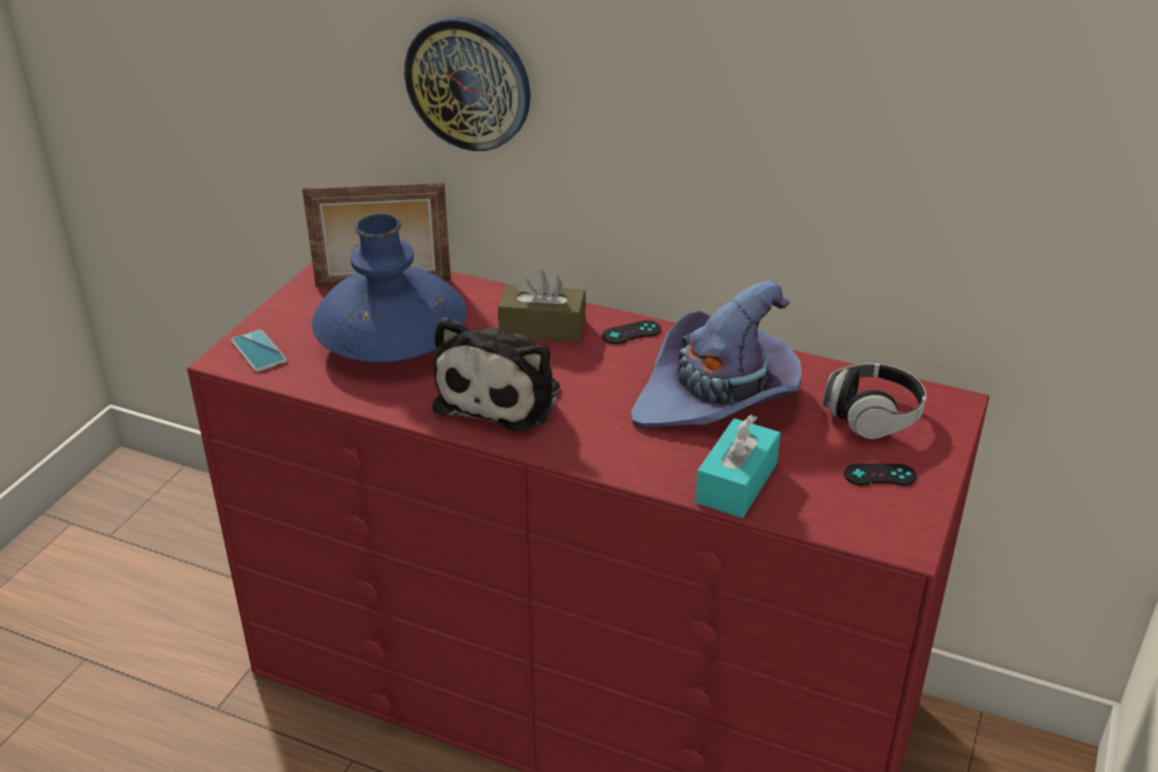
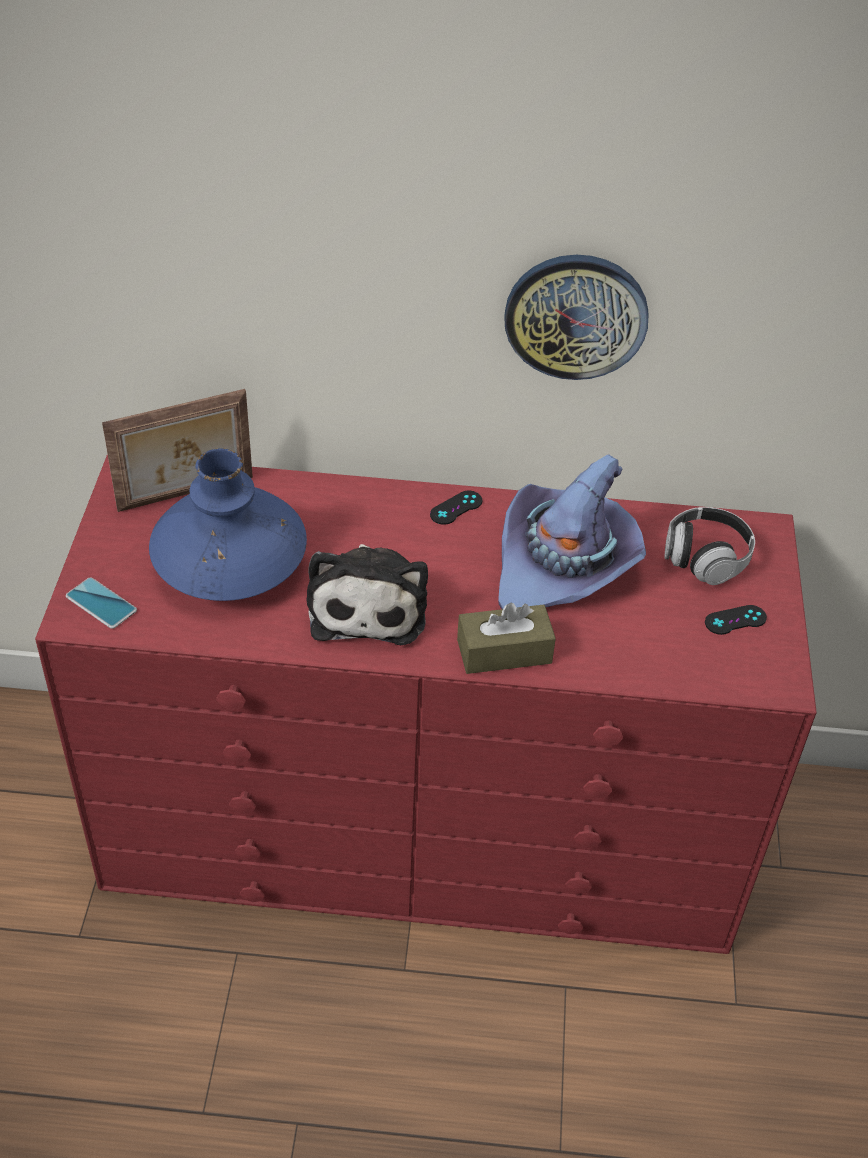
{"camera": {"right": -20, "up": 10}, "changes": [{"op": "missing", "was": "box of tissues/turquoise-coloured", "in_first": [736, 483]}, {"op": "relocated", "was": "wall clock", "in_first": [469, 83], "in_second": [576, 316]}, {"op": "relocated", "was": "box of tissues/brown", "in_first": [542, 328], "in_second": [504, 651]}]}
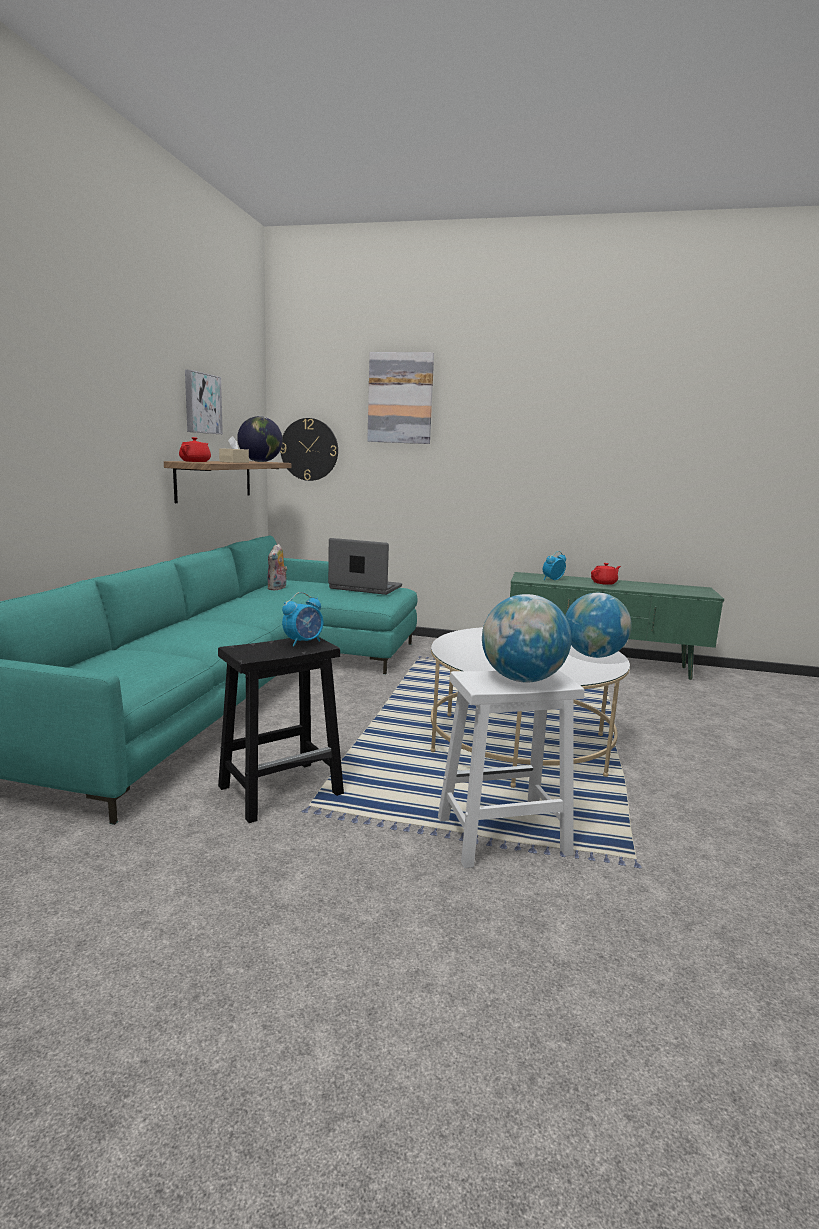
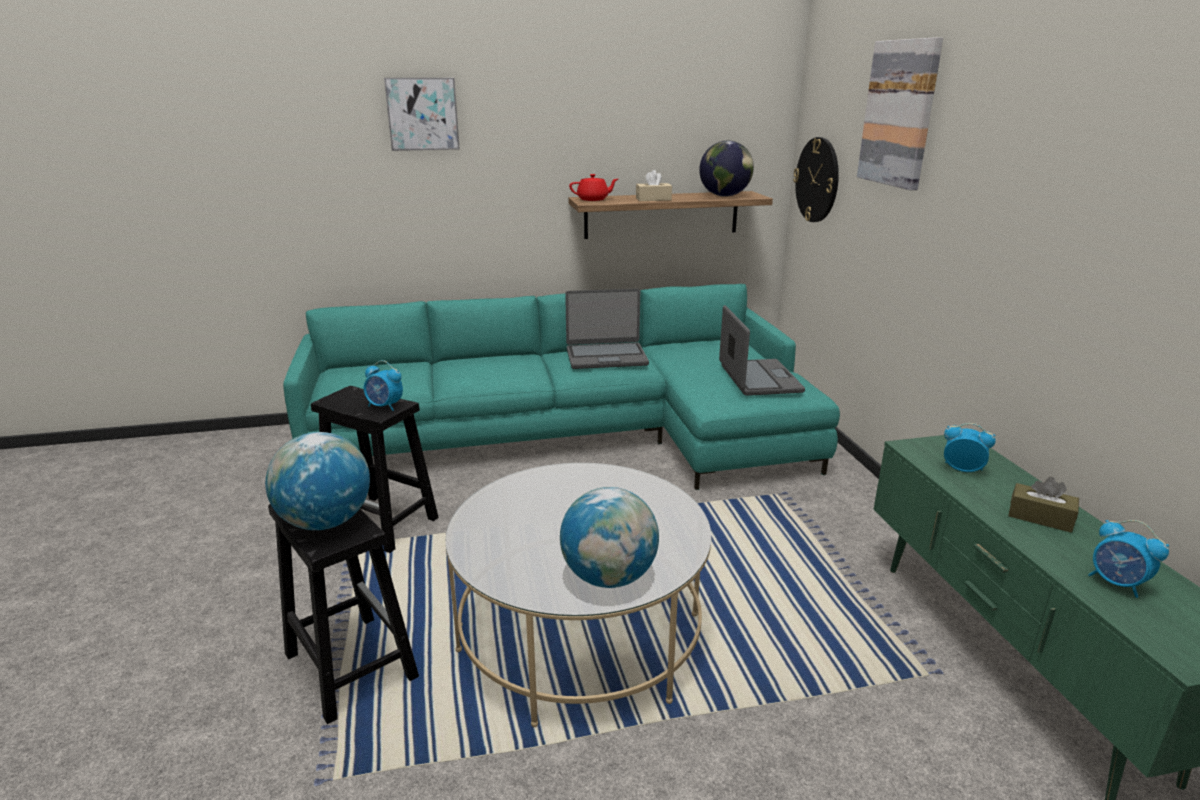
{"camera": {"right": 65, "up": 10}, "changes": [{"op": "missing", "was": "cuddly toy", "in_first": [277, 588]}, {"op": "appeared", "now": "portable computer", "in_second": [606, 356]}, {"op": "appeared", "now": "alarm clock", "in_second": [1117, 583]}, {"op": "relocated", "was": "wall art", "in_first": [201, 403], "in_second": [422, 114]}, {"op": "exchanged", "was": "tea pot/red-coloured", "now": "box of tissues/brown", "in_first": [604, 583], "in_second": [1040, 517]}, {"op": "colour", "was": "sitting stool/white-coloured", "now": "sitting stool/blackish", "in_first": [500, 836], "in_second": [349, 664]}]}
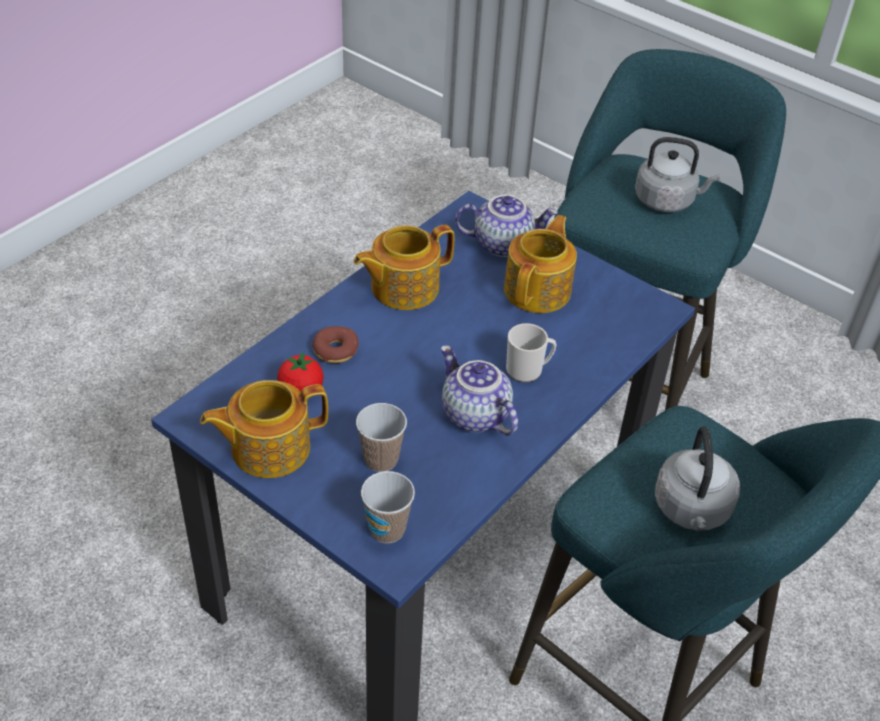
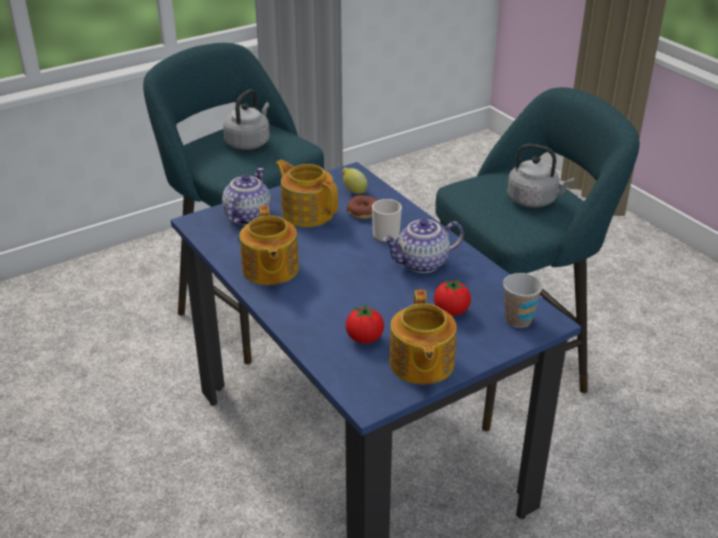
{"camera": {"right": -70, "up": -10}, "changes": [{"op": "appeared", "now": "whole lemon", "in_second": [354, 191]}, {"op": "relocated", "was": "doughnut", "in_first": [335, 350], "in_second": [363, 212]}, {"op": "exchanged", "was": "cup", "now": "tomato", "in_first": [381, 459], "in_second": [451, 311]}]}
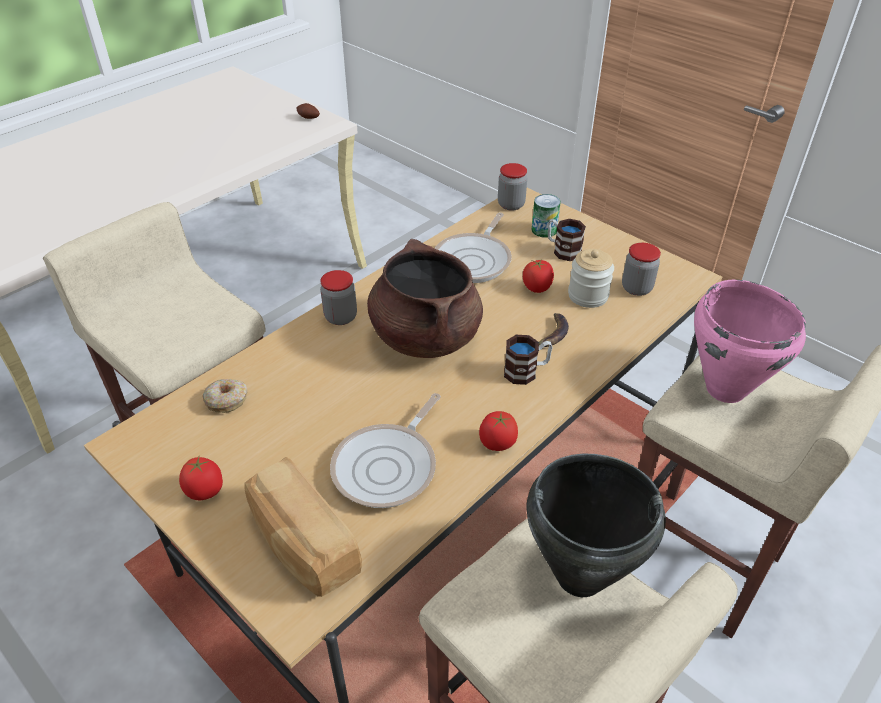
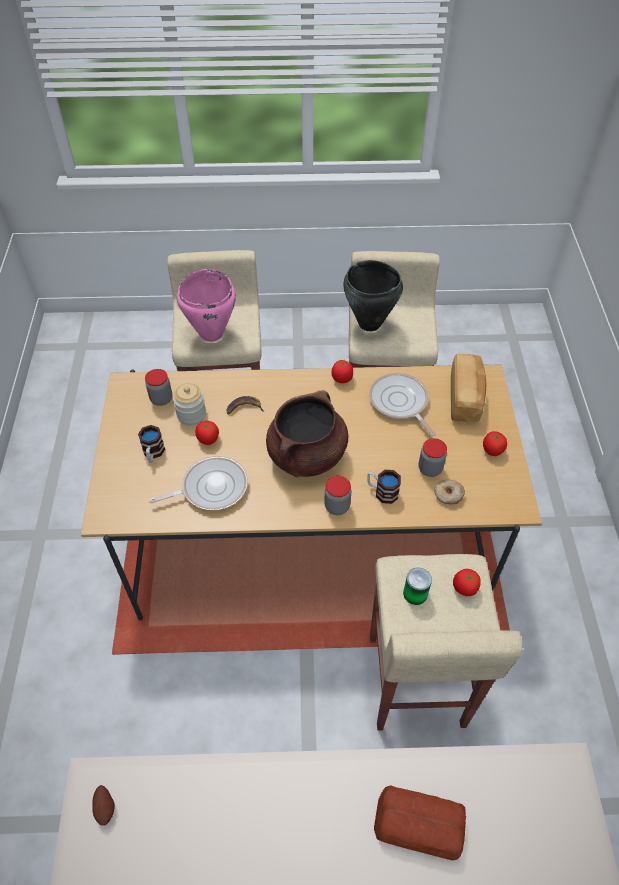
{"camera": {"right": -135, "up": 10}, "changes": [{"op": "appeared", "now": "baked bread", "in_second": [418, 823]}, {"op": "appeared", "now": "tomato", "in_second": [464, 588]}, {"op": "relocated", "was": "jar", "in_first": [511, 205], "in_second": [430, 469]}, {"op": "relocated", "was": "coffee mug", "in_first": [526, 371], "in_second": [382, 492]}, {"op": "relocated", "was": "metal can", "in_first": [544, 230], "in_second": [415, 593]}, {"op": "spun", "was": "skillet", "in_first": [389, 467], "in_second": [400, 403], "clockwise": -105}]}
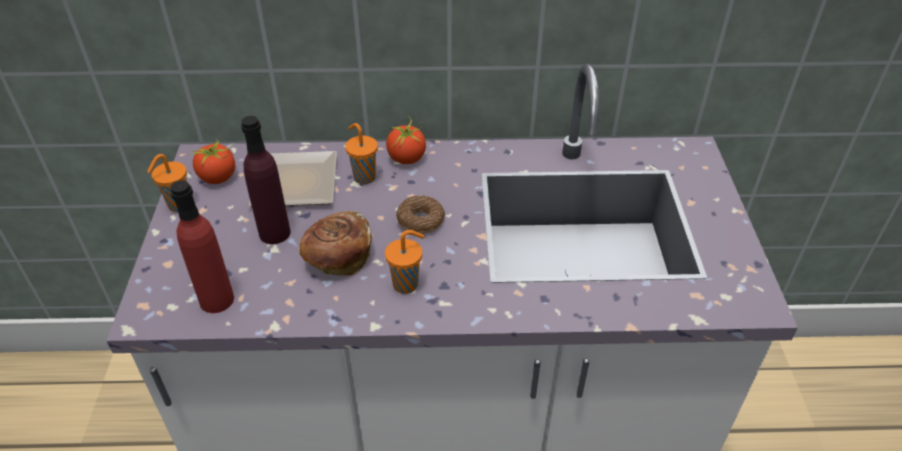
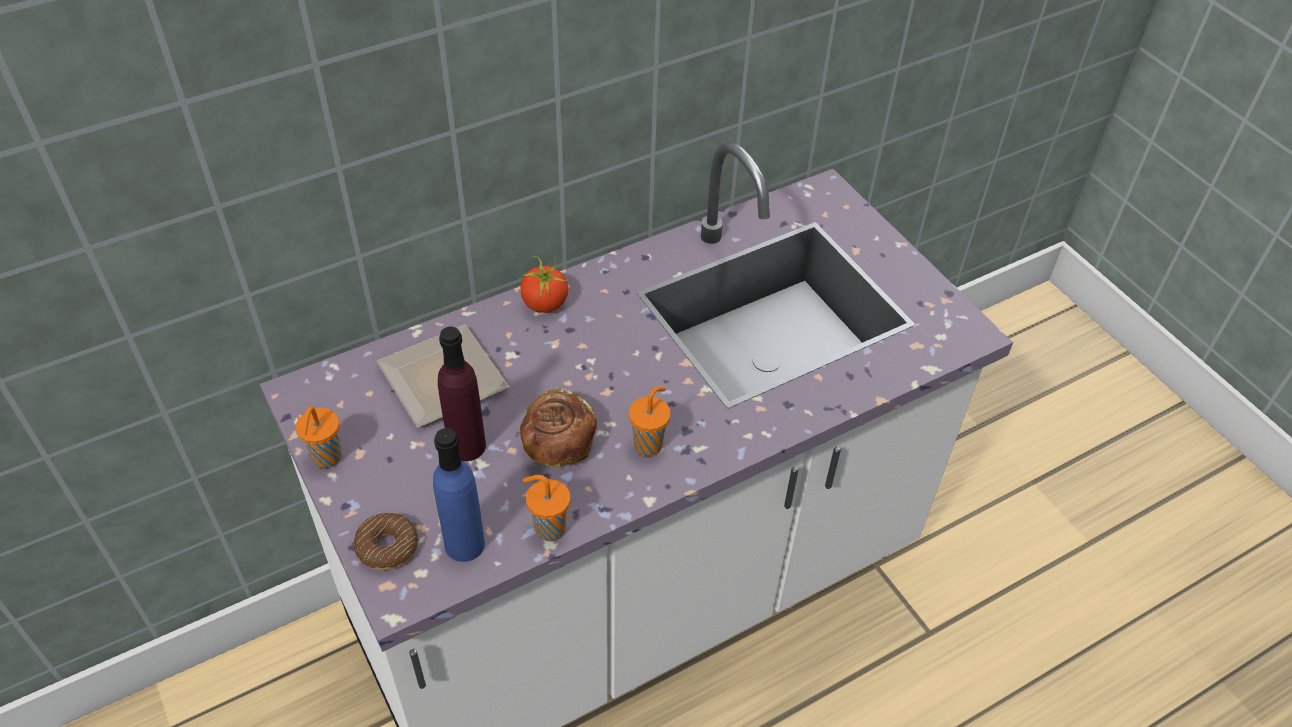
{"camera": {"right": -30, "up": 5}, "changes": [{"op": "missing", "was": "tomato", "in_first": [218, 177]}, {"op": "relocated", "was": "cup/orange", "in_first": [363, 177], "in_second": [548, 528]}, {"op": "relocated", "was": "doughnut", "in_first": [420, 221], "in_second": [387, 547]}, {"op": "colour", "was": "beverage bottle/red-coloured", "now": "beverage bottle/bluish", "in_first": [217, 300], "in_second": [464, 544]}]}
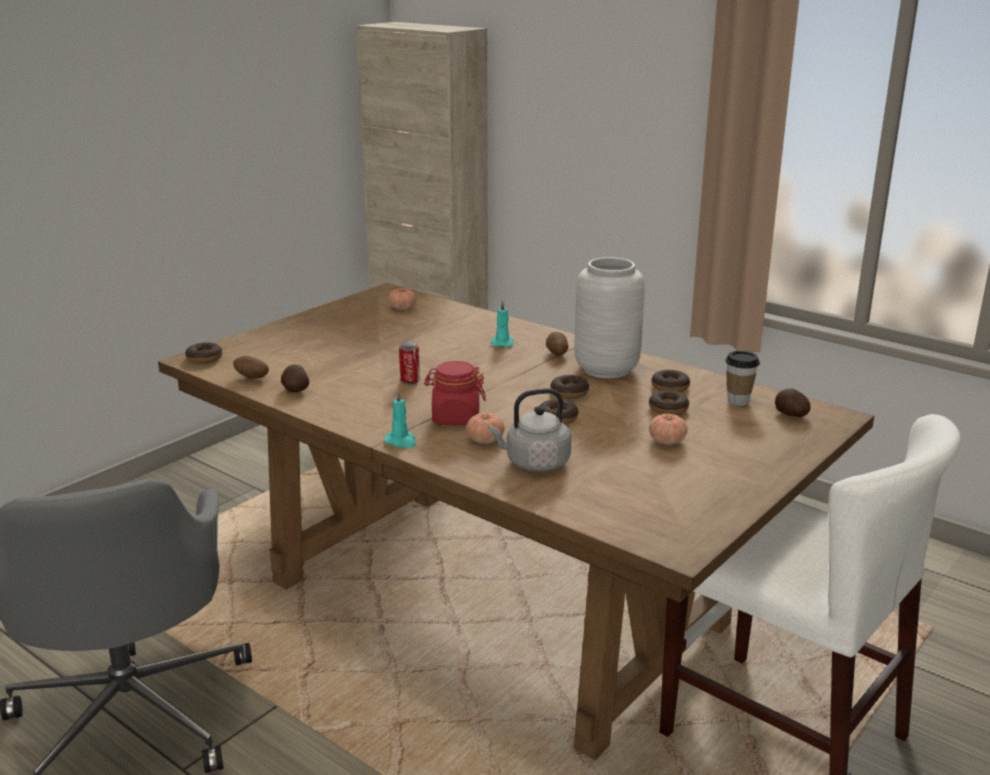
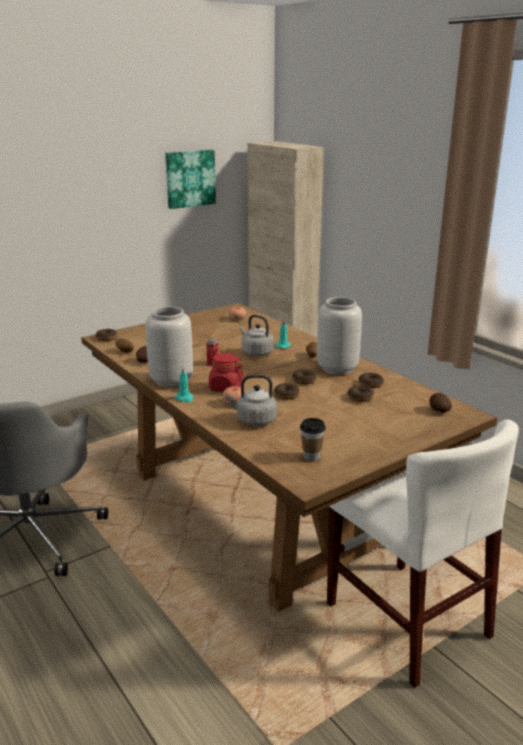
{"camera": {"right": 15, "up": 0}, "changes": [{"op": "missing", "was": "tomato", "in_first": [667, 441]}, {"op": "appeared", "now": "decorative vase/greyish", "in_second": [171, 380]}, {"op": "appeared", "now": "wall art", "in_second": [189, 178]}, {"op": "appeared", "now": "water kettle/greyish", "in_second": [256, 353]}, {"op": "relocated", "was": "cup", "in_first": [738, 401], "in_second": [311, 456]}]}
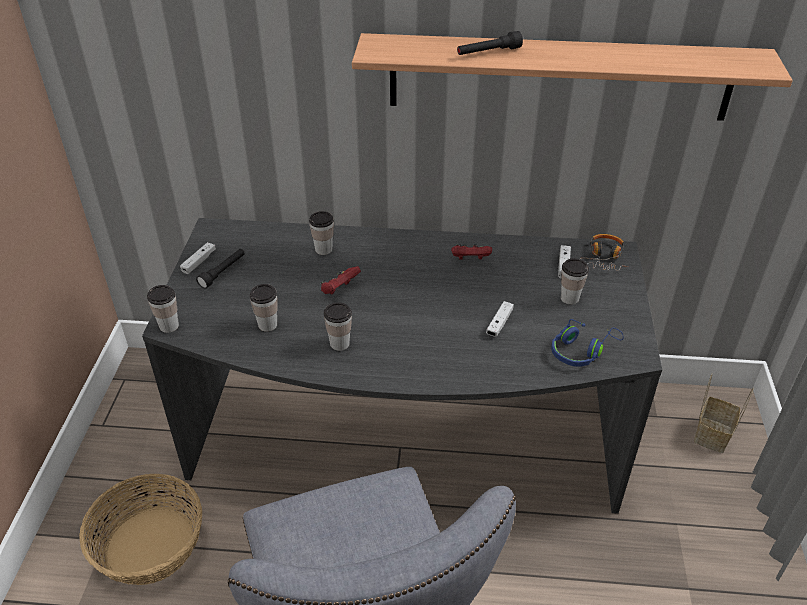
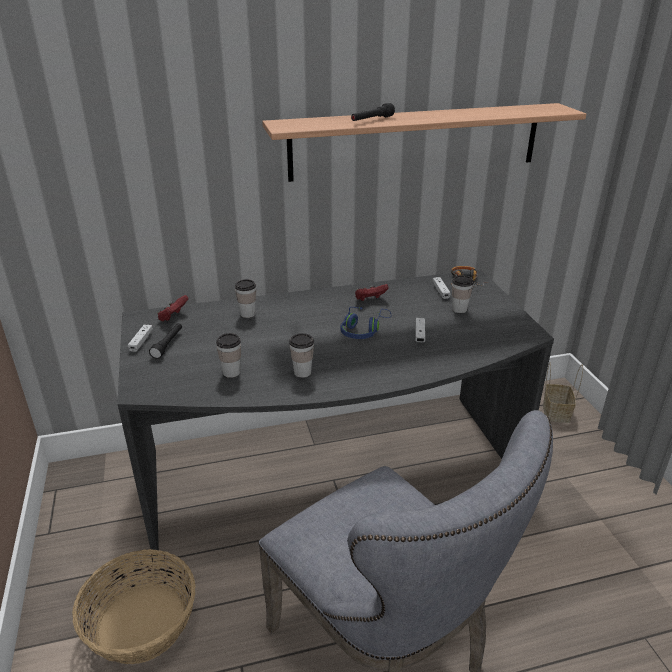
{"camera": {"right": -20, "up": -10}, "changes": [{"op": "missing", "was": "cup", "in_first": [169, 326]}, {"op": "relocated", "was": "joypad/red-coloured", "in_first": [339, 289], "in_second": [173, 317]}, {"op": "relocated", "was": "pair of headphones/bluish", "in_first": [582, 350], "in_second": [363, 330]}]}
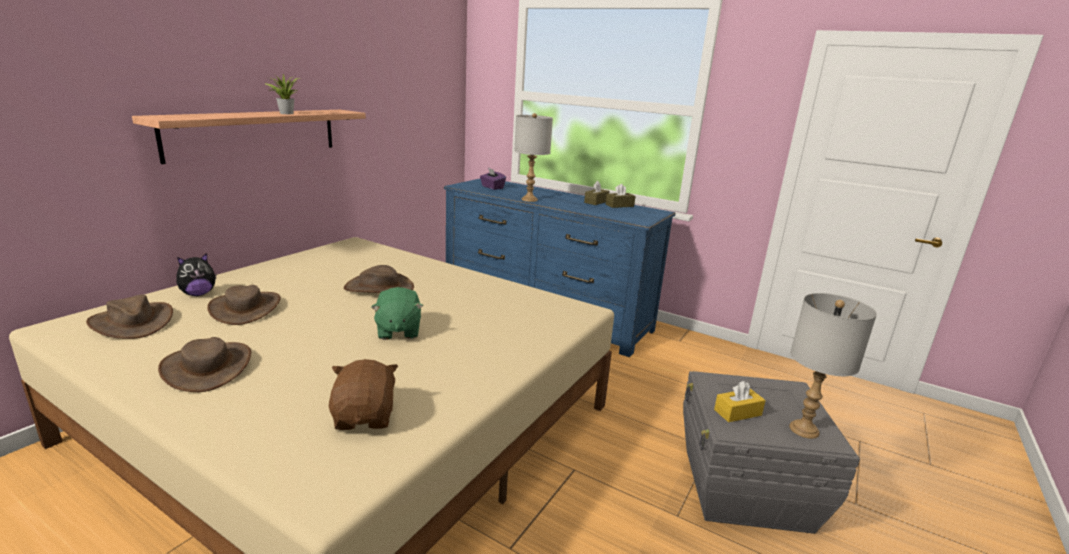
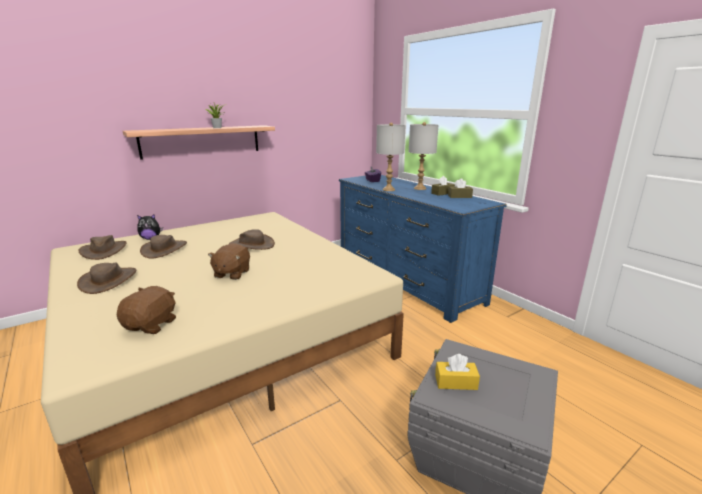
{"camera": {"right": 25, "up": 0}, "changes": [{"op": "relocated", "was": "lamp for a table/greyish", "in_first": [803, 429], "in_second": [419, 188]}, {"op": "colour", "was": "cuddly toy/green", "now": "cuddly toy/brown", "in_first": [398, 331], "in_second": [231, 273]}]}
